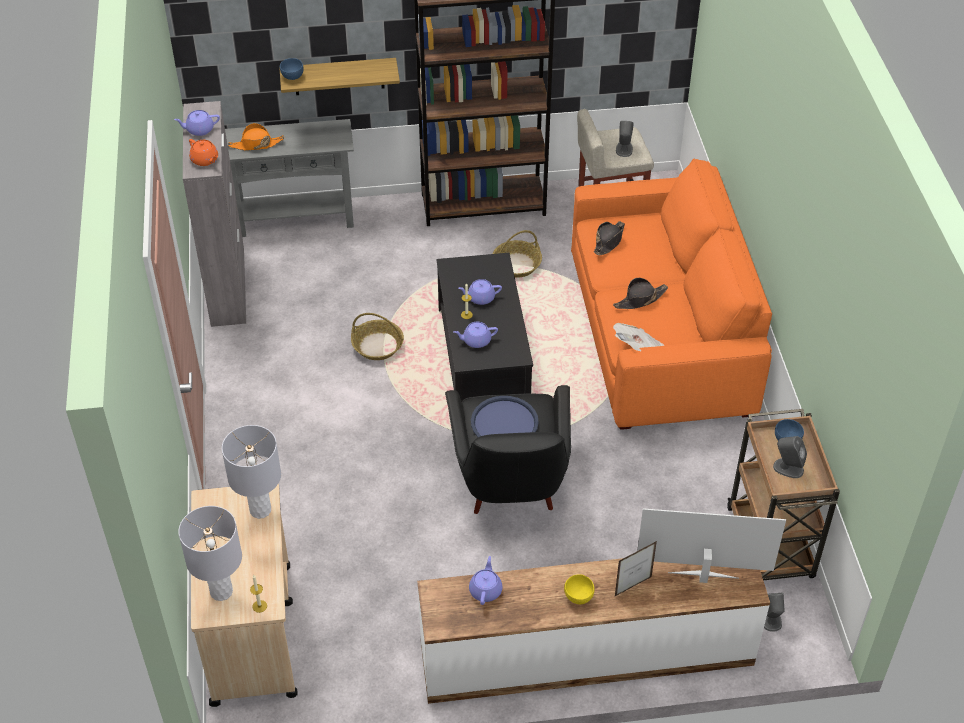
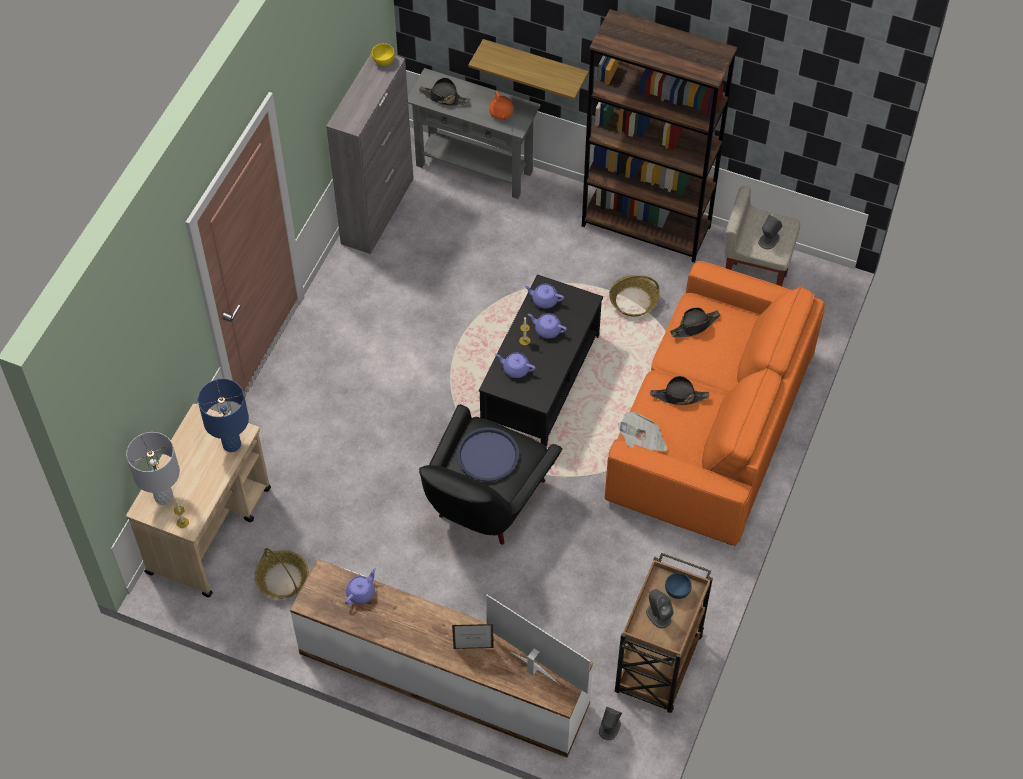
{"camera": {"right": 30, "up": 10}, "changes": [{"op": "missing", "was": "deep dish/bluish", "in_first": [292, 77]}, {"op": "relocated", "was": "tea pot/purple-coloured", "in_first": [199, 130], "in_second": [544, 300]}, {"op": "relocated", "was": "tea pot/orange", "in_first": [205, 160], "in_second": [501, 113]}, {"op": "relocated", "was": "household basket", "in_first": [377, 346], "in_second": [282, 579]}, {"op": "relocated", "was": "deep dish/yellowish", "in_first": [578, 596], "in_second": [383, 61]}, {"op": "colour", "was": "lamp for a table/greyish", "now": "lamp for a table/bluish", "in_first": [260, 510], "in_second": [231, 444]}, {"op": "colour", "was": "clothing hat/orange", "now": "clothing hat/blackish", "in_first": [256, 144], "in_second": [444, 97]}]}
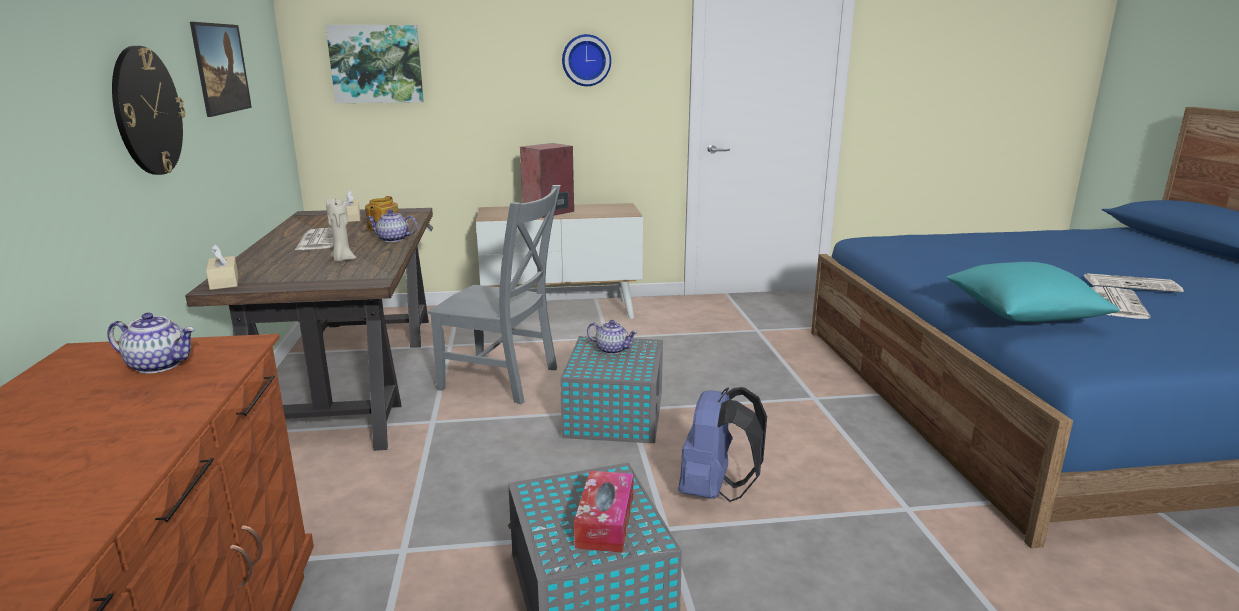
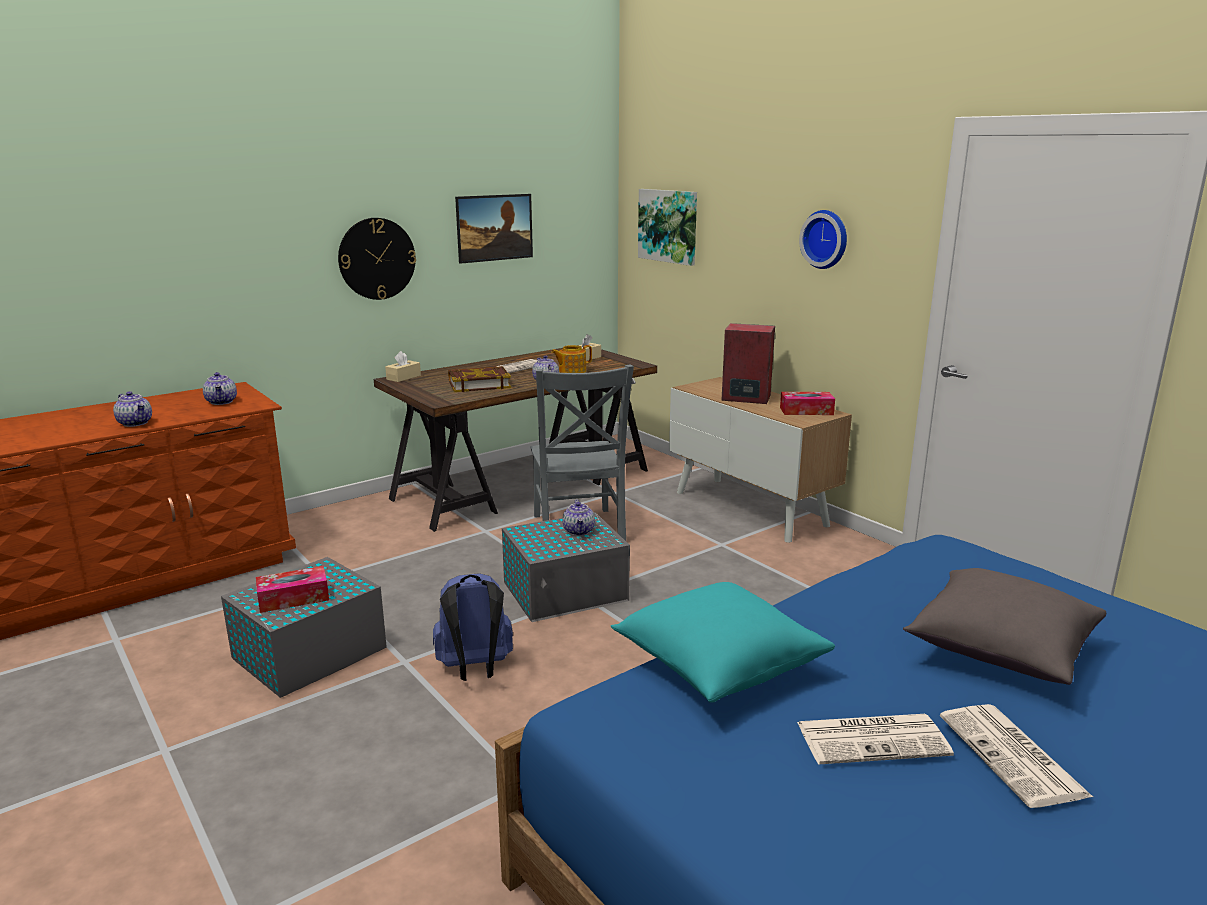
{"camera": {"right": 60, "up": 0}, "changes": [{"op": "appeared", "now": "tea pot", "in_second": [136, 423]}, {"op": "appeared", "now": "box of tissues", "in_second": [806, 411]}, {"op": "appeared", "now": "throw pillow/greyish", "in_second": [999, 649]}, {"op": "exchanged", "was": "wax candle/beige", "now": "volume", "in_first": [342, 259], "in_second": [479, 384]}]}
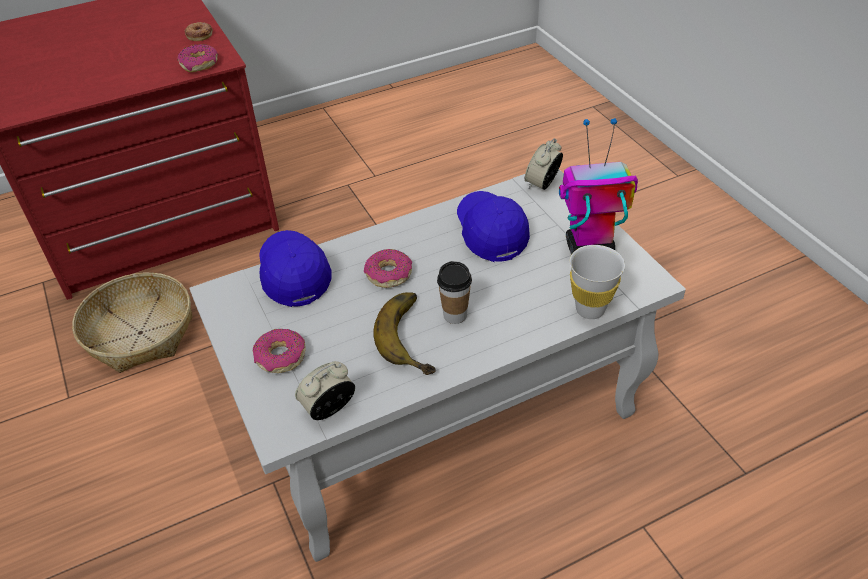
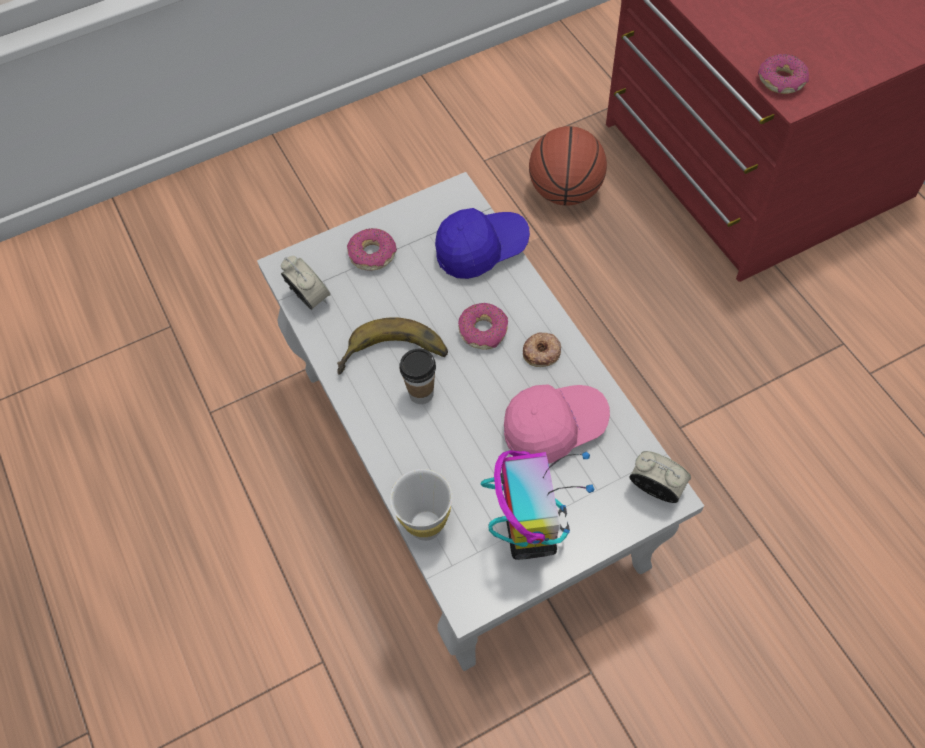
{"camera": {"right": 90, "up": 15}, "changes": [{"op": "relocated", "was": "doughnut", "in_first": [199, 34], "in_second": [542, 352]}, {"op": "exchanged", "was": "household basket", "now": "basketball ball", "in_first": [140, 333], "in_second": [565, 192]}, {"op": "colour", "was": "peaked cap/bluish", "now": "peaked cap/pink-coloured", "in_first": [490, 233], "in_second": [554, 428]}]}
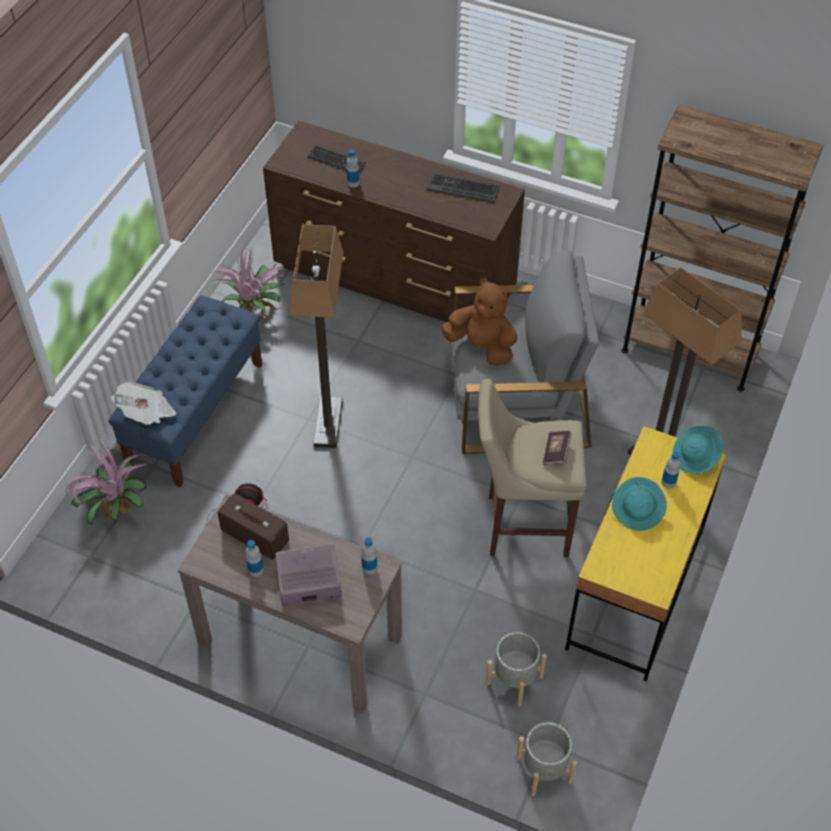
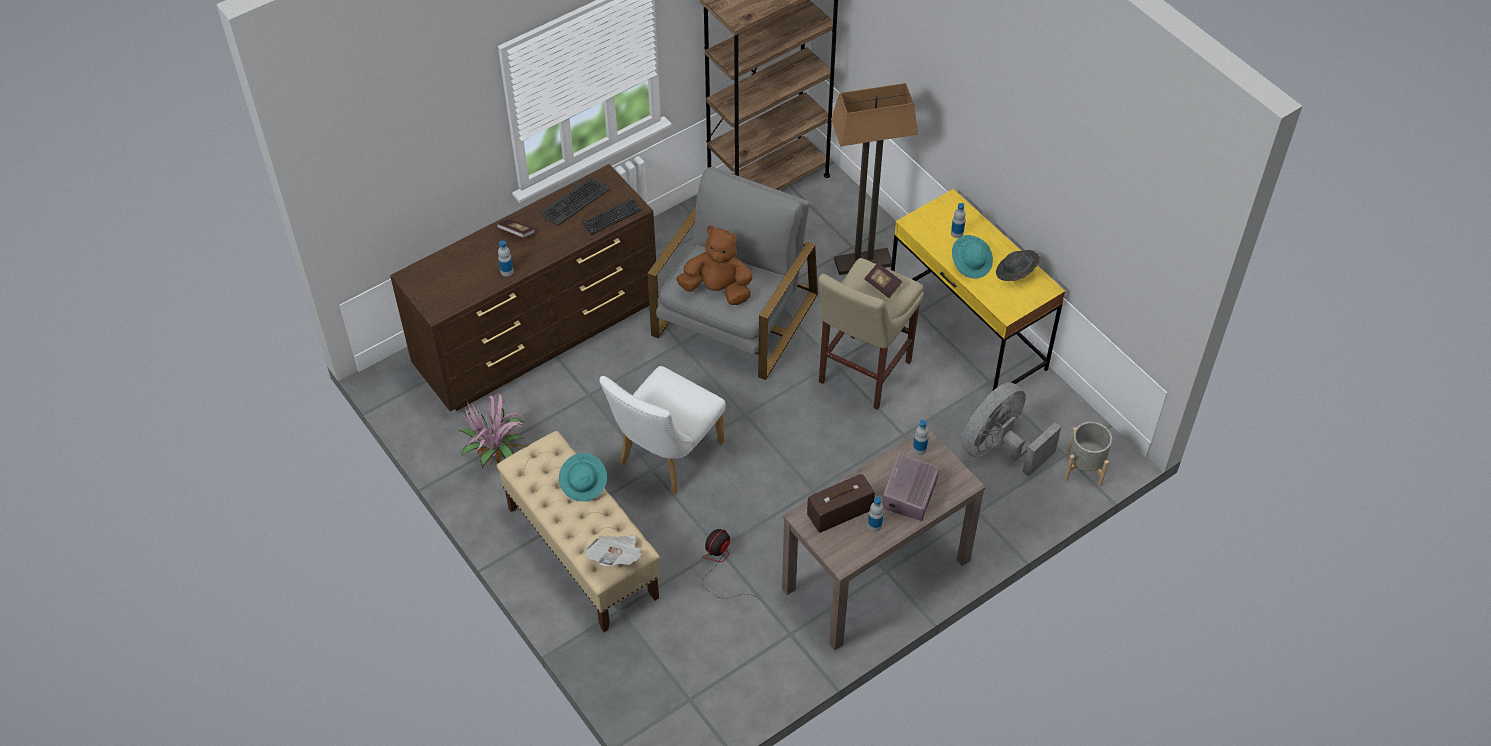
{"camera": {"right": -60, "up": 0}, "changes": [{"op": "missing", "was": "potted plant", "in_first": [115, 511]}, {"op": "appeared", "now": "volume", "in_second": [517, 233]}, {"op": "appeared", "now": "clothing hat/greyish", "in_second": [1016, 273]}, {"op": "relocated", "was": "keyboard", "in_first": [336, 161], "in_second": [611, 217]}, {"op": "relocated", "was": "clothing hat/turquoise-coloured", "in_first": [696, 457], "in_second": [584, 484]}, {"op": "exchanged", "was": "standing lamp", "now": "upright chair/white-coloured", "in_first": [327, 423], "in_second": [665, 458]}, {"op": "exchanged", "was": "plant pot/greyish", "now": "electric fan/greyish", "in_first": [514, 680], "in_second": [999, 449]}, {"op": "colour", "was": "long seat/bluish", "now": "long seat/beige", "in_first": [195, 413], "in_second": [581, 552]}, {"op": "spun", "was": "cuddly toy/brown", "in_first": [482, 346], "in_second": [717, 290], "clockwise": 45}]}
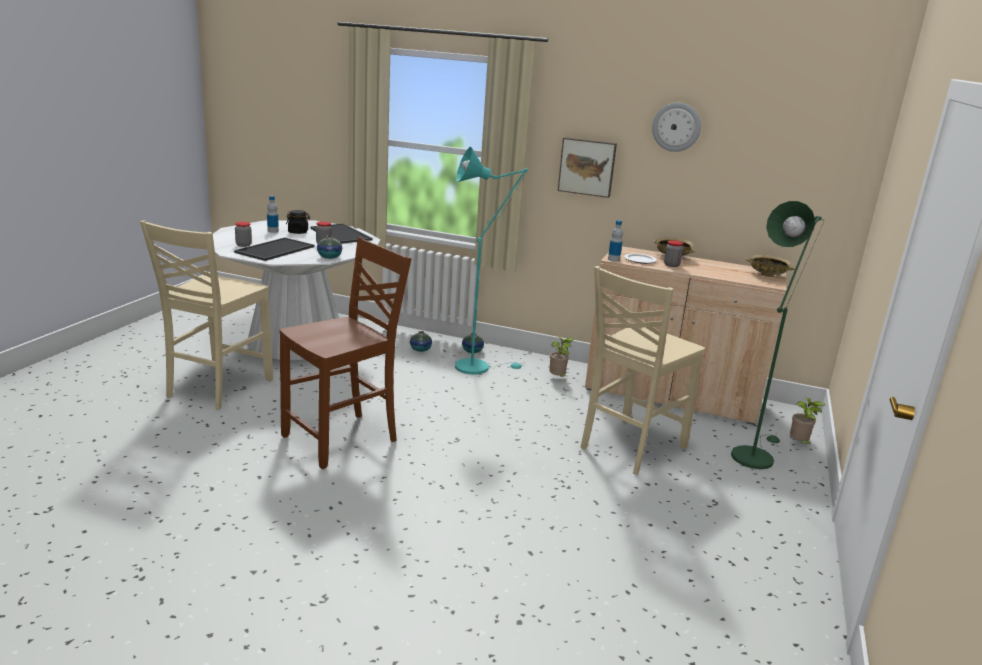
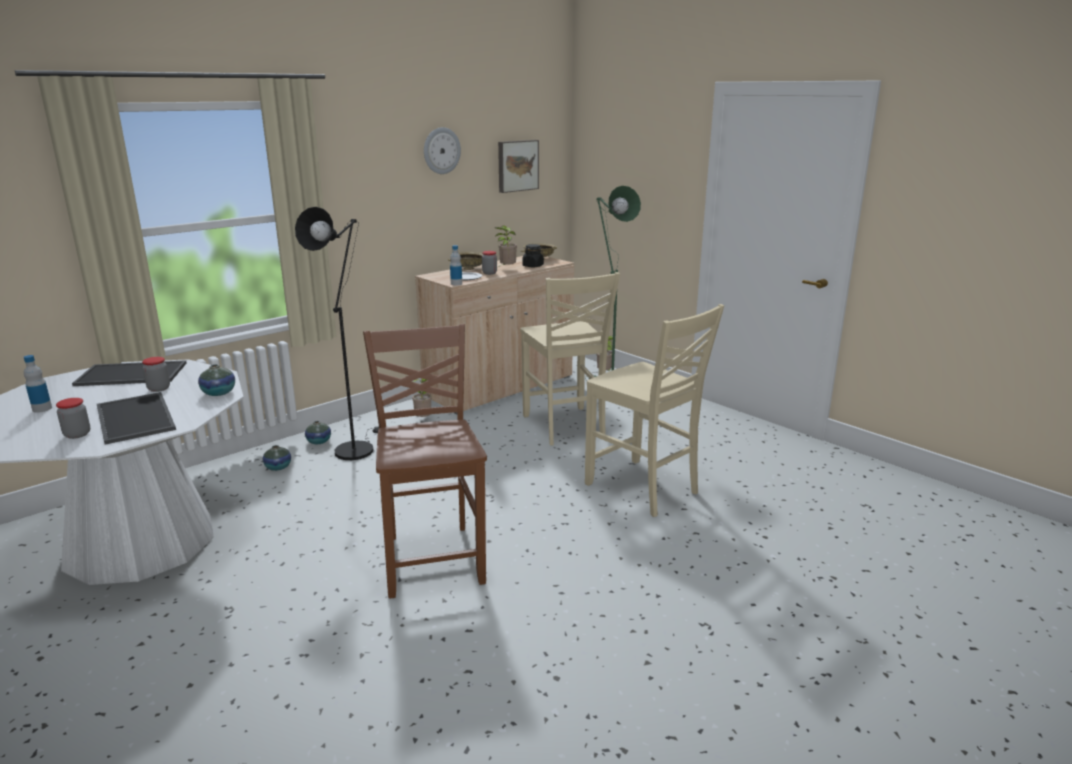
{"camera": {"right": -60, "up": 0}, "changes": [{"op": "appeared", "now": "potted plant", "in_second": [506, 269]}, {"op": "relocated", "was": "upright chair/beige", "in_first": [217, 388], "in_second": [643, 489]}, {"op": "relocated", "was": "jar/blackish", "in_first": [298, 232], "in_second": [533, 266]}, {"op": "relocated", "was": "wall art", "in_first": [587, 167], "in_second": [517, 165]}, {"op": "colour", "was": "standing lamp/turquoise-coloured", "now": "standing lamp/blackish", "in_first": [478, 366], "in_second": [356, 448]}]}
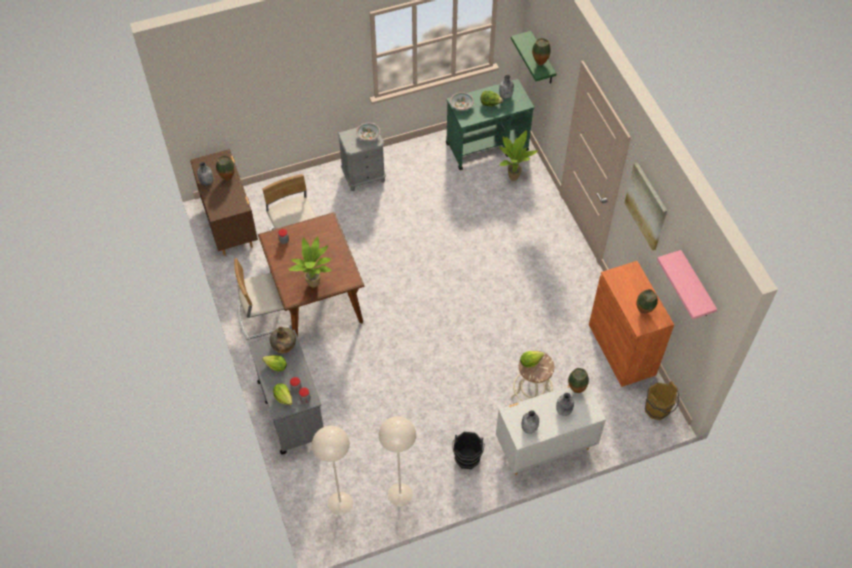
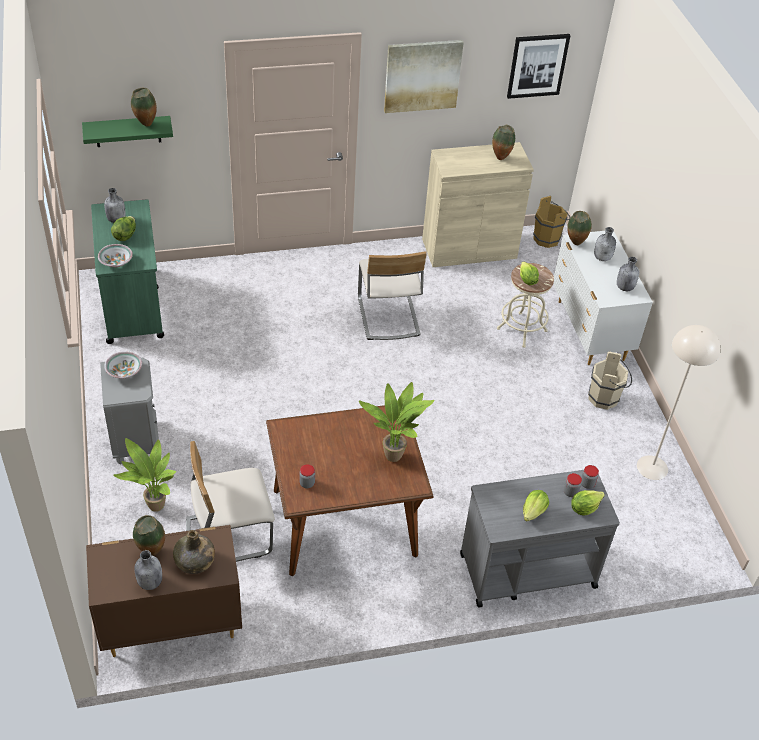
{"camera": {"right": -85, "up": -10}, "changes": [{"op": "missing", "was": "standing lamp/beige", "in_first": [340, 503]}, {"op": "relocated", "was": "upright chair/beige", "in_first": [265, 316], "in_second": [387, 316]}, {"op": "relocated", "was": "beverage bottle/green", "in_first": [283, 344], "in_second": [194, 562]}, {"op": "relocated", "was": "potted plant", "in_first": [512, 176], "in_second": [153, 507]}, {"op": "exchanged", "was": "shelf/pink-coloured", "now": "wall art", "in_first": [696, 286], "in_second": [537, 65]}, {"op": "colour", "was": "pail/blackish", "now": "pail/beige", "in_first": [467, 460], "in_second": [605, 399]}, {"op": "colour", "was": "cabinet/orange", "now": "cabinet/beige", "in_first": [622, 349], "in_second": [469, 248]}]}
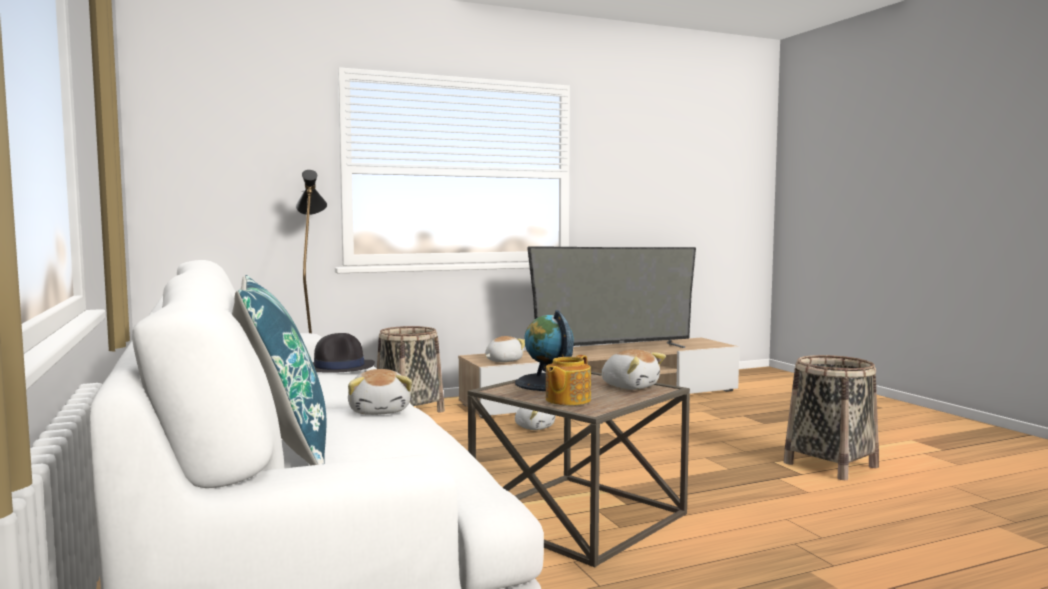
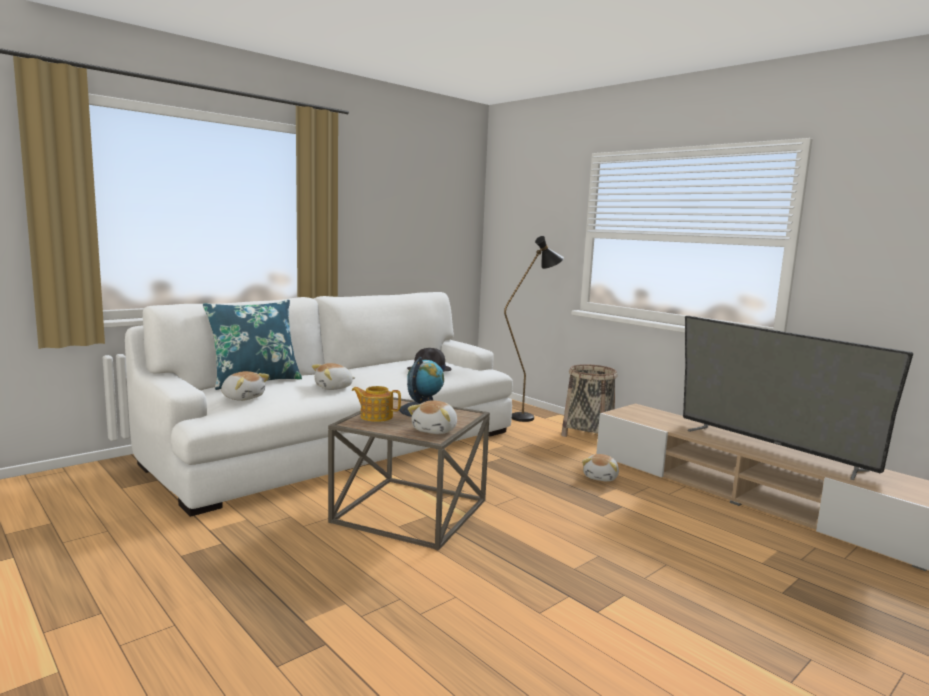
{"camera": {"right": 70, "up": 5}, "changes": [{"op": "missing", "was": "household basket", "in_first": [831, 465]}, {"op": "relocated", "was": "cuddly toy", "in_first": [503, 361], "in_second": [243, 397]}]}
